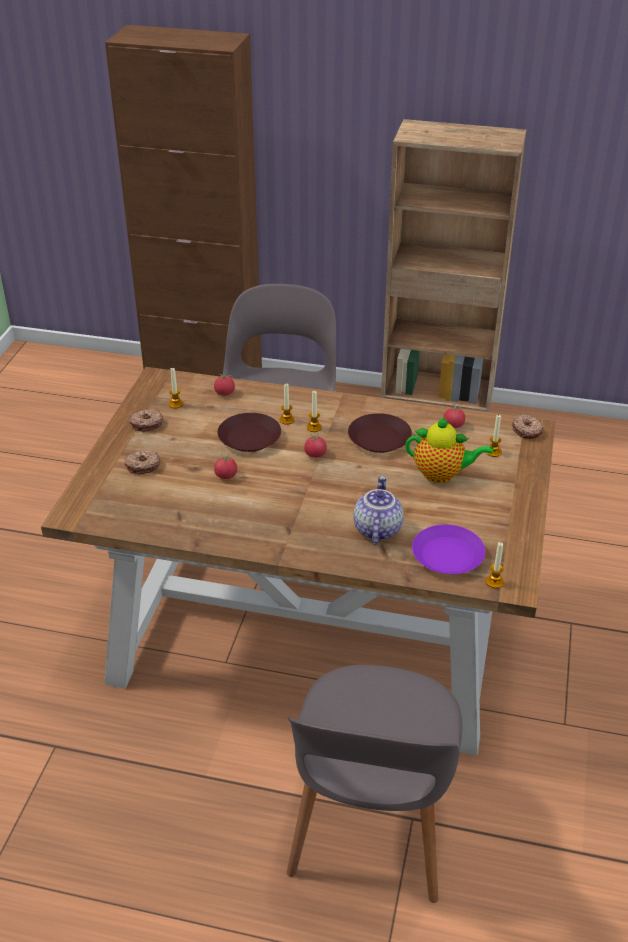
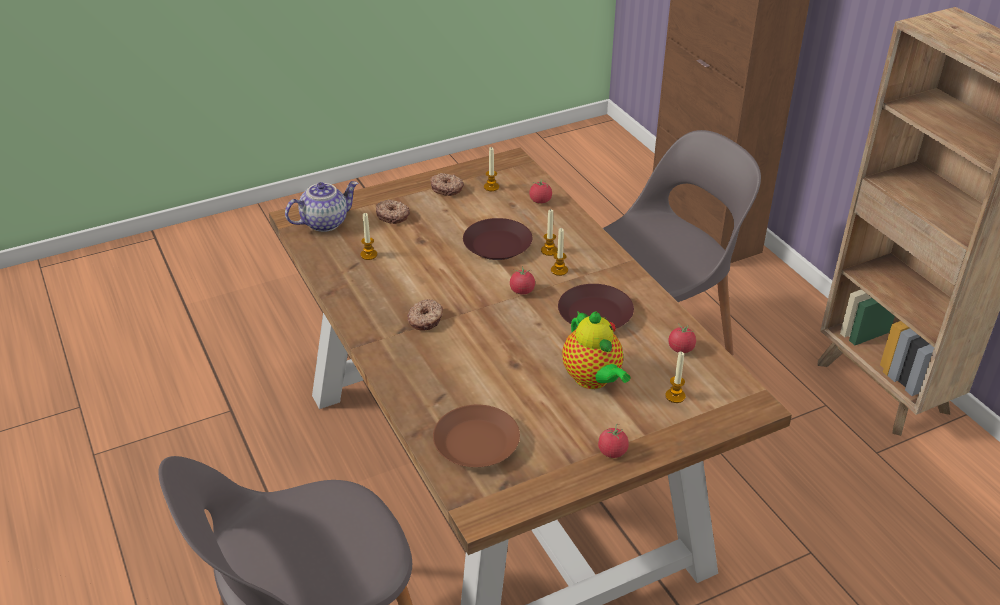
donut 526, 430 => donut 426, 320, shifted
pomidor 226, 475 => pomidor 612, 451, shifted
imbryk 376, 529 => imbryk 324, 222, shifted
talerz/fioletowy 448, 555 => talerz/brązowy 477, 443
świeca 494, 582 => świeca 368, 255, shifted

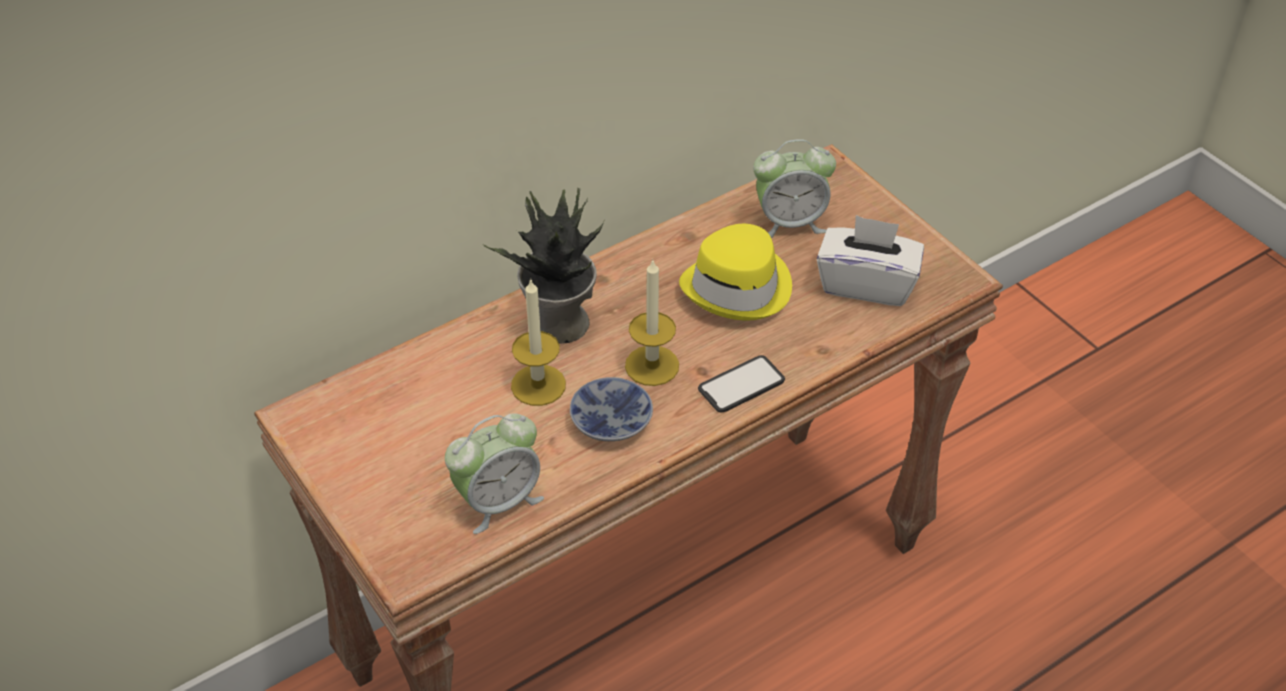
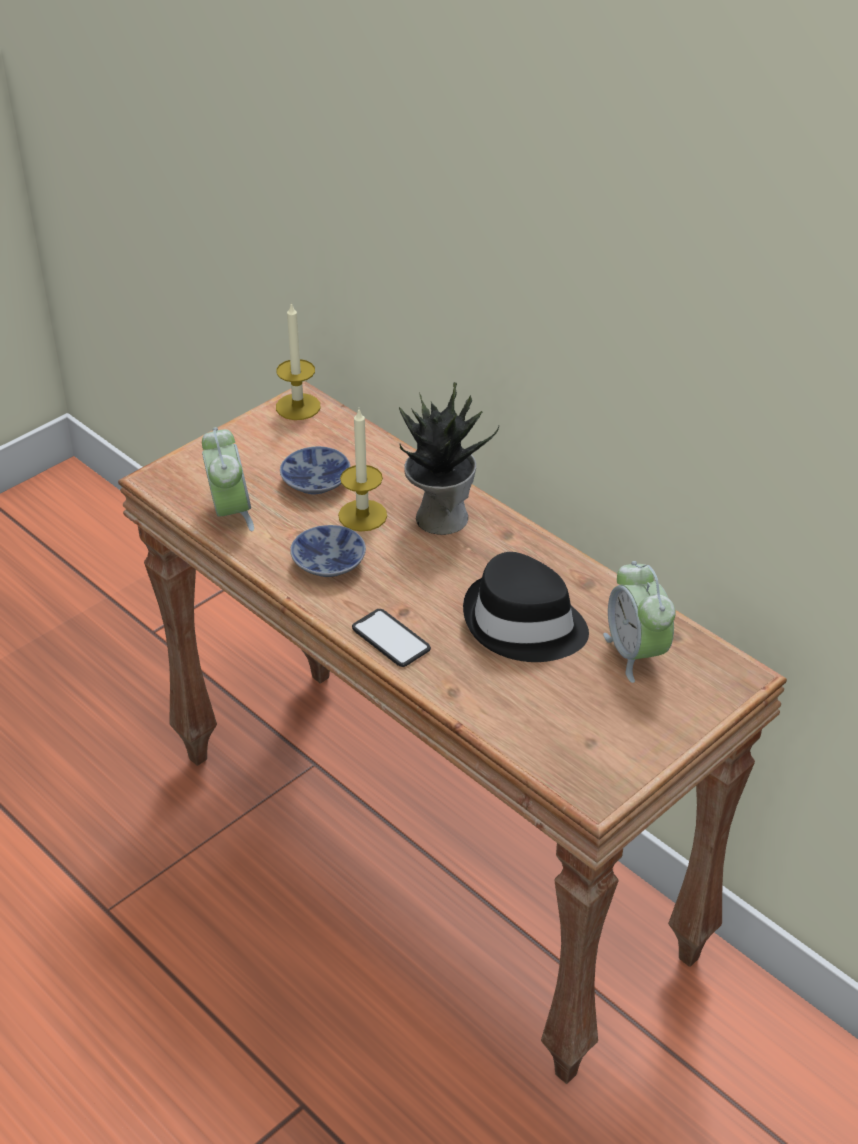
pudełko chusteczek/biały 866, 284 => nothing
kapelusz/żółty 739, 287 => kapelusz/czarny 523, 625
świeca 652, 365 => świeca 298, 407, shifted
budzik 498, 501 => budzik 230, 513, 150 degrees counterclockwise
nothing => miska 316, 480

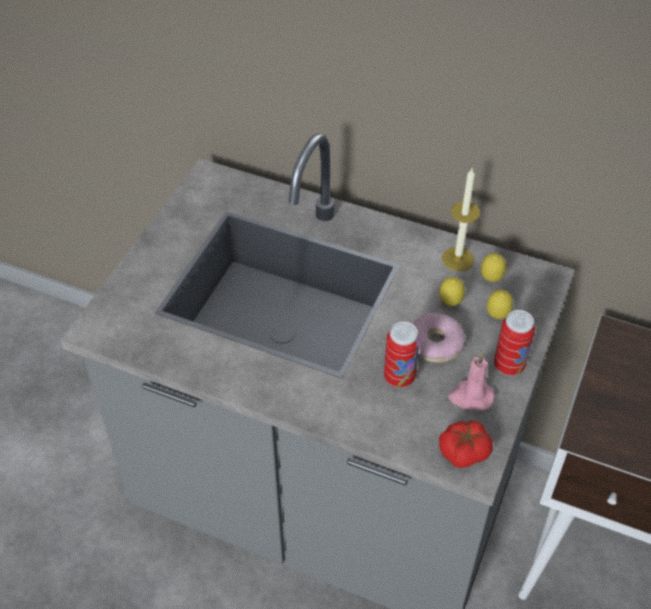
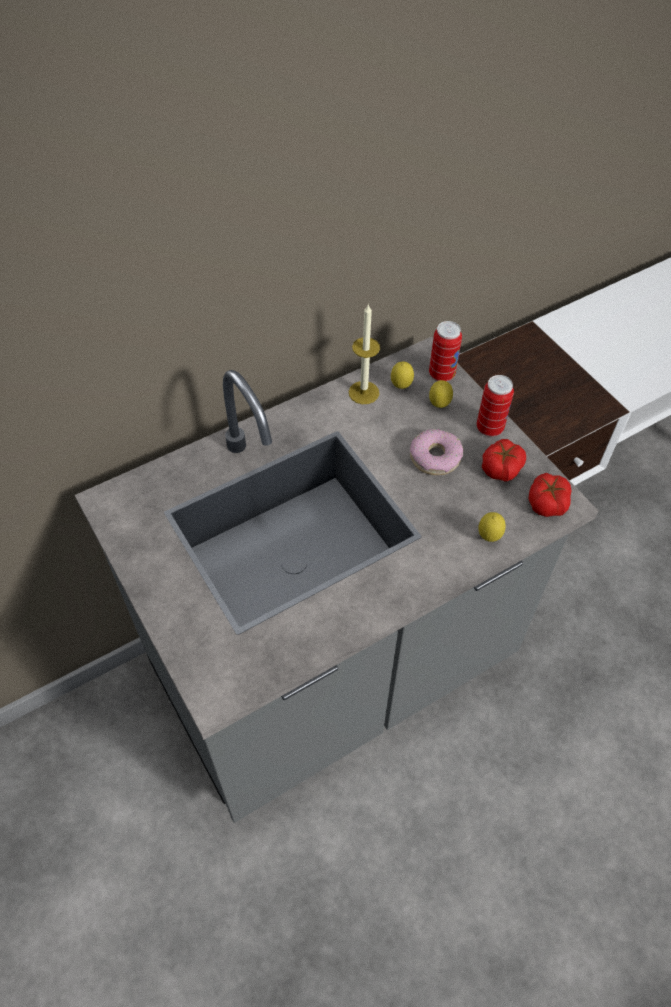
cytryna 450, 303 => cytryna 489, 537, shifted
puszka 399, 377 => puszka 441, 374, shifted
świeca/różowy 470, 397 => pomidor 501, 468

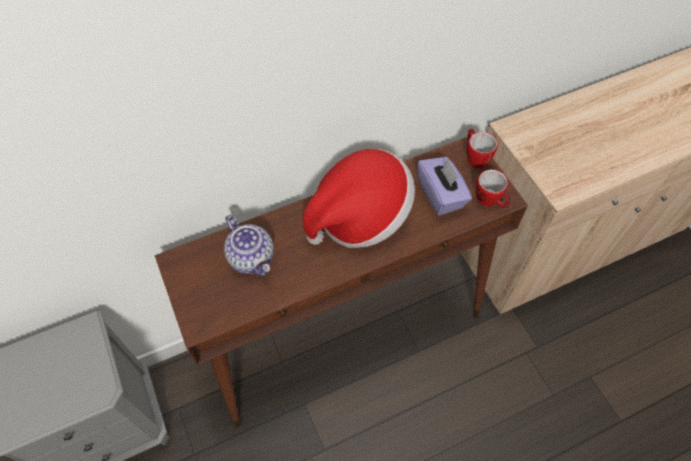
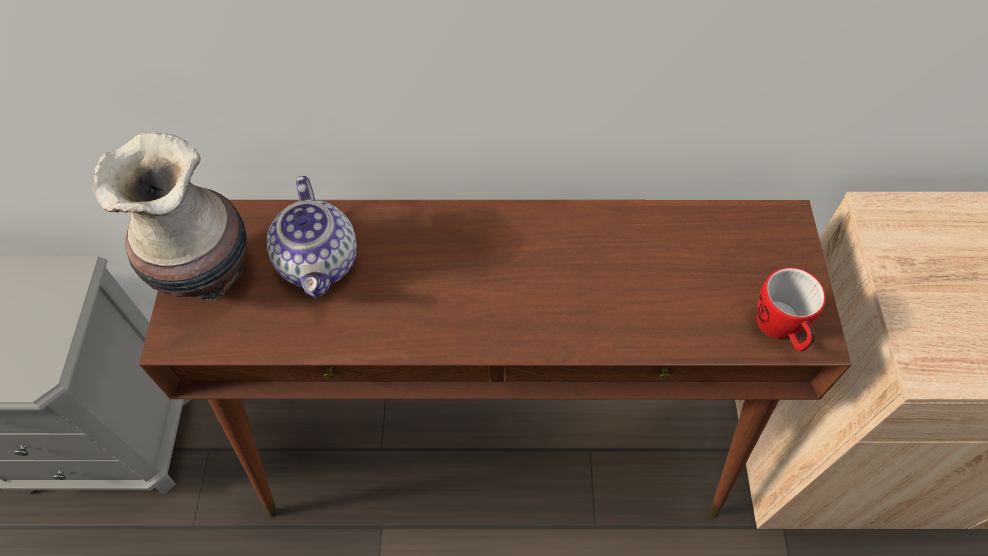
kubek 475, 157 => nothing
kapelusz 359, 216 => nothing
pudełko chusteczek/fioletowy 441, 195 => nothing
nothing => wazon 208, 273

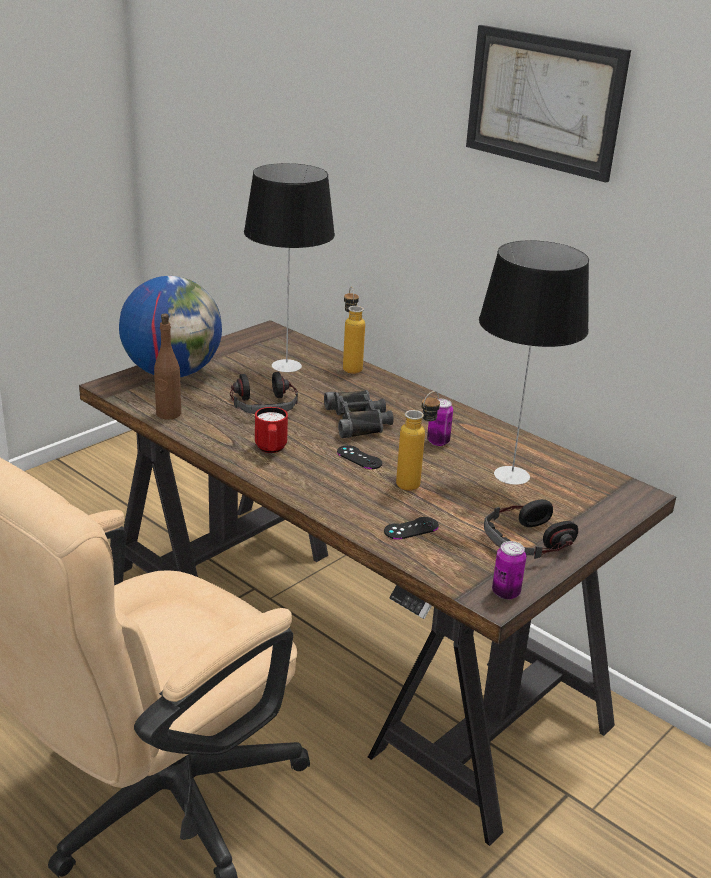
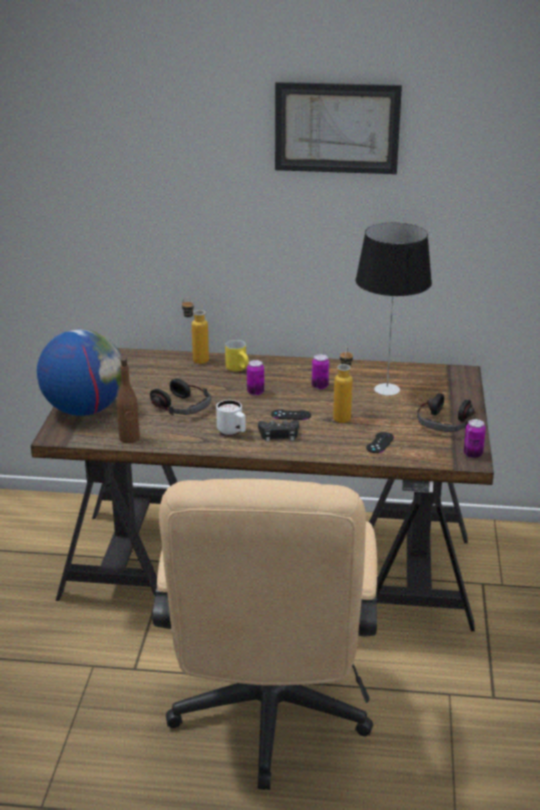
lampa stołowa 285, 366 => nothing
lornetka/czarny 358, 420 => puszka 255, 392
kubek/czerwony 271, 450 => kubek/biały 232, 433
nothing => kubek/żółty 240, 369
nothing => pad do gier/czarny 279, 434

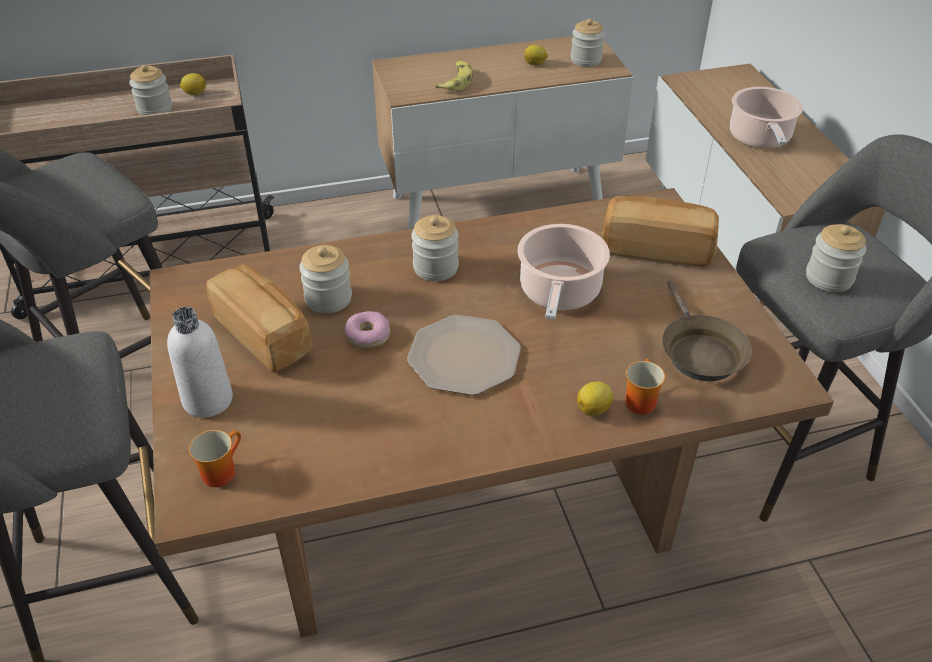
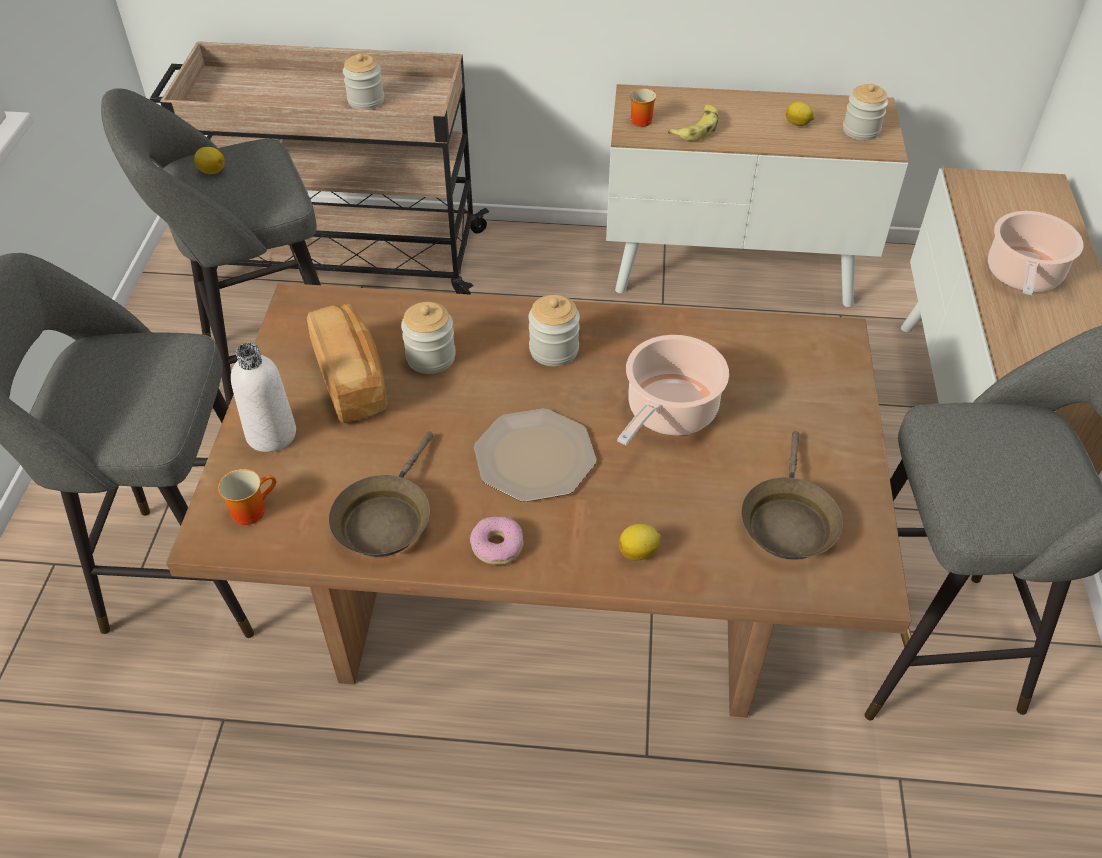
cytryna 194, 93 => cytryna 211, 171, shifted
chleb 656, 248 => nothing
słoik 829, 278 => nothing
donut 368, 335 => donut 497, 545, shifted
kubek 638, 399 => kubek 641, 119, shifted
nothing => patelnia/brązowy 385, 518

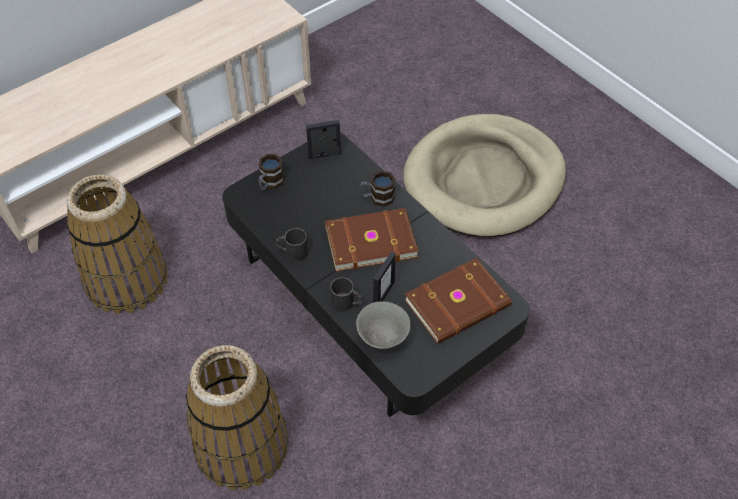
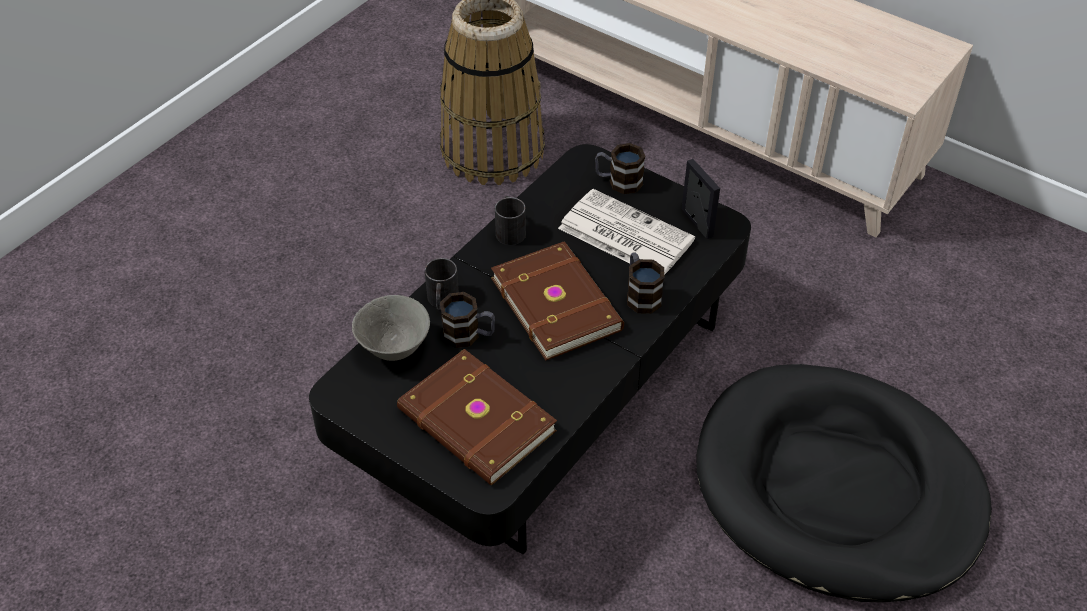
legowisko/beżowy 484, 180 => legowisko/czarny 836, 488
ramka na zdjęcie 383, 294 => kubek 469, 335
koszyk 242, 445 => nothing
nothing => gazeta 623, 234

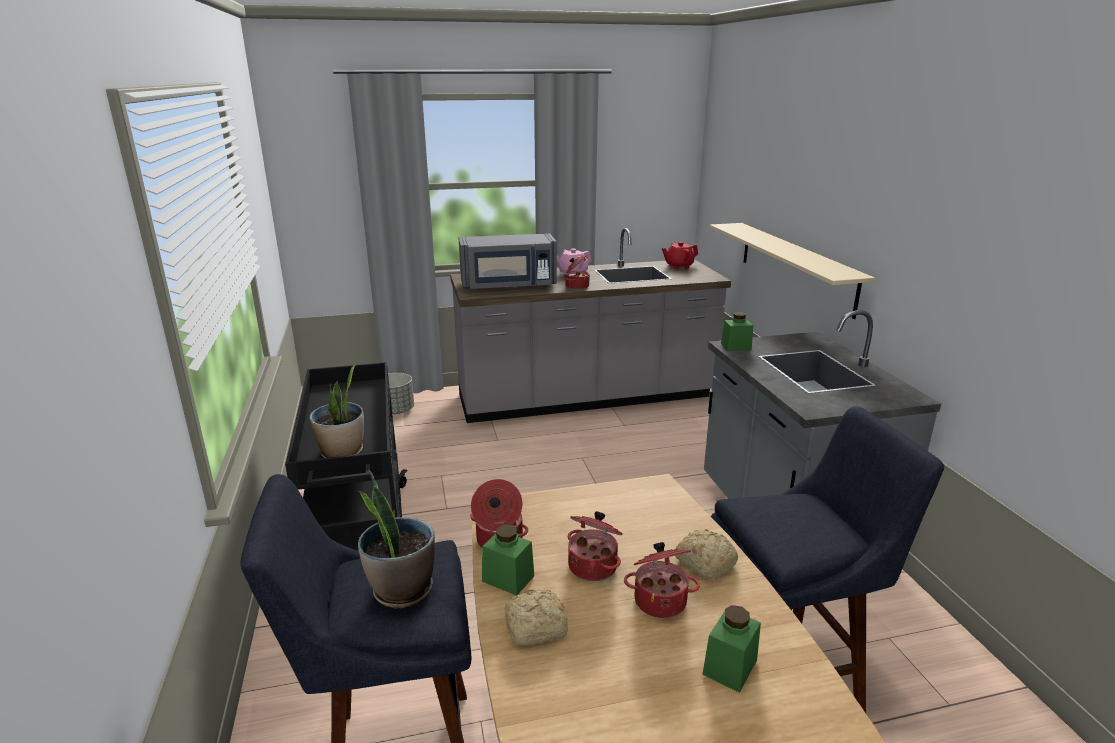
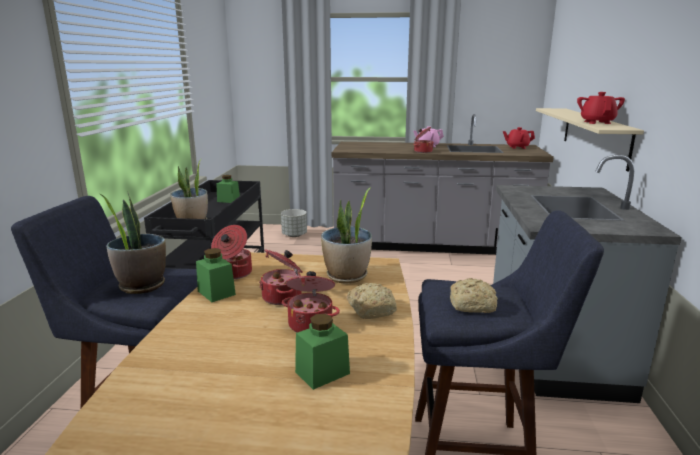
mikrofalówka/szary 509, 285 => nothing
słoik/zielony 736, 347 => słoik/zielony 228, 200, shifted
chleb 537, 627 => chleb 473, 305, shifted
nothing => imbryk/czerwony 597, 122
nothing => roślina doniczkowa 347, 276

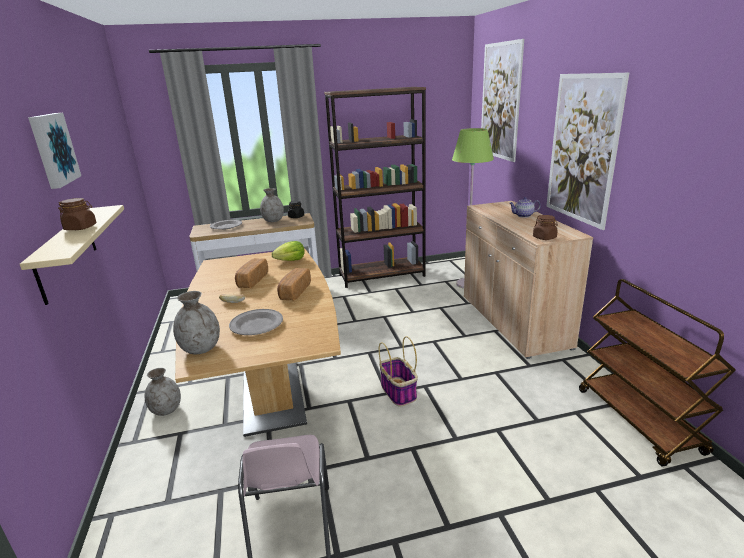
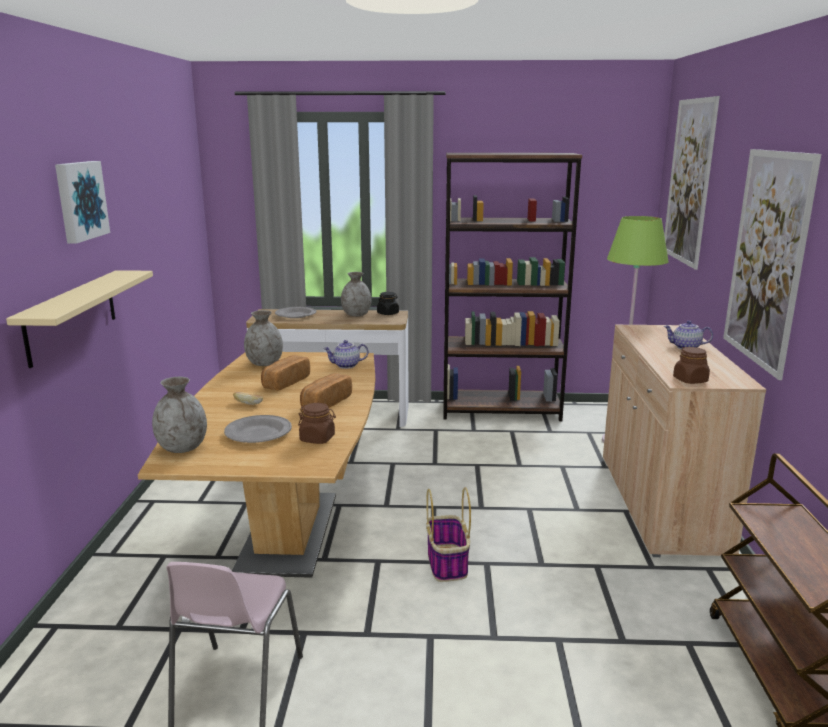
słoik/brązowy 81, 228 => słoik/brązowy 317, 439, shifted
sałata 290, 260 => imbryk 346, 366
wazon/szary 166, 410 => wazon/szary 264, 363, shifted

